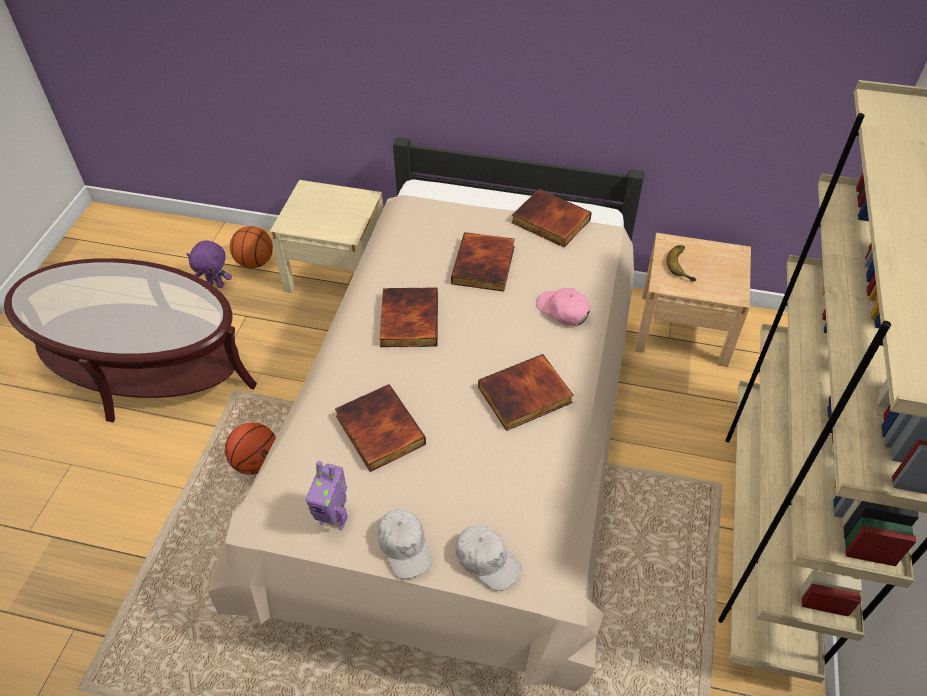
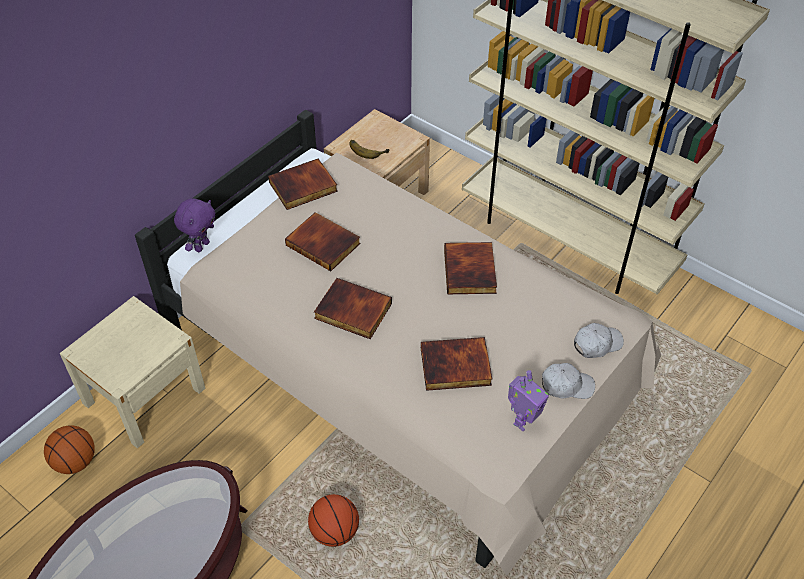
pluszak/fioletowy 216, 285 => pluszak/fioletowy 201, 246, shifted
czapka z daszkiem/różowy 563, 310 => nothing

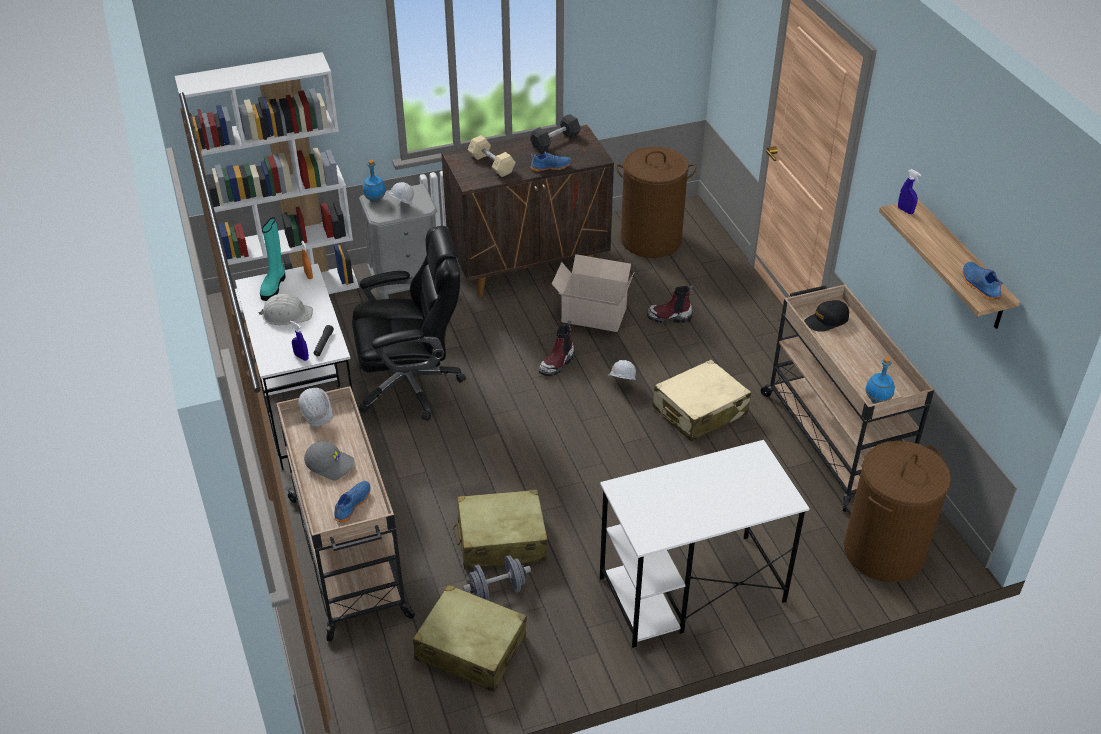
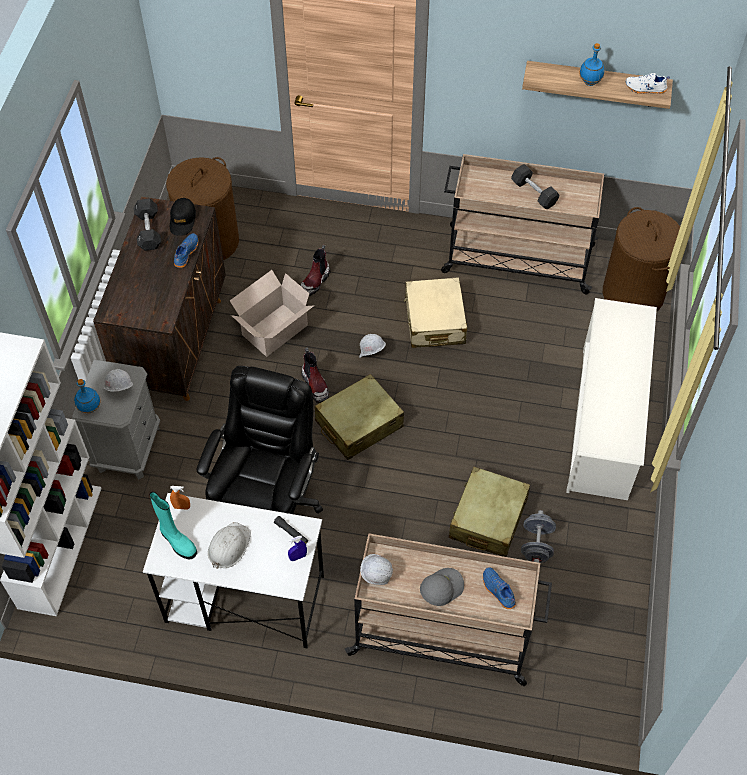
hantel/beżowy 491, 164 => nothing
spryskiwacz/niebieski 905, 210 => nothing
but/niebieski 979, 286 => but/biały 645, 89
czapka z daszkiem/czarny 826, 321 => czapka z daszkiem/czarny 182, 220, shifted
butelka/niebieski 877, 401 => butelka/niebieski 590, 82, shifted
biurko/biały 690, 590 => regał na buty/biały 604, 422
walizka/beżowy 470, 648 => walizka/beżowy 358, 424, shifted
nothing => hantel/czarny 534, 193

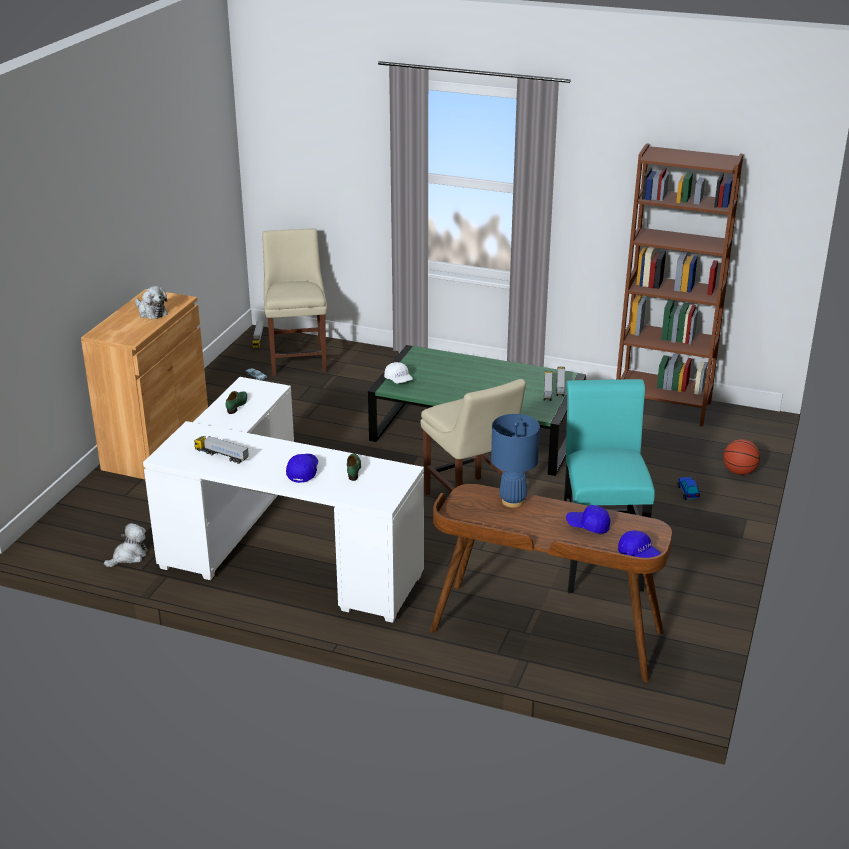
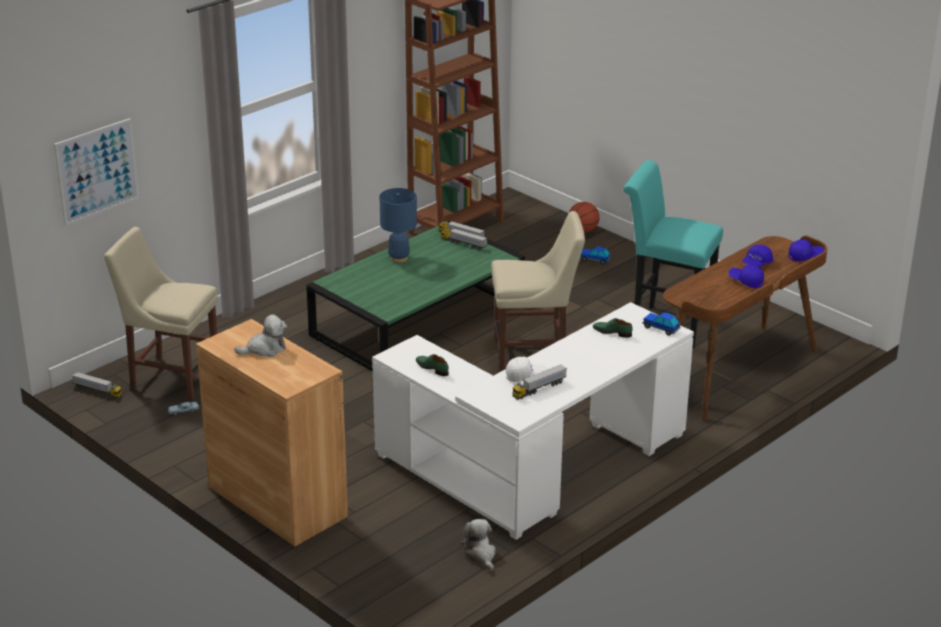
czapka z daszkiem/biały 398, 380 => czapka z daszkiem/biały 525, 376, shifted
lampa stołowa/niebieski 513, 501 => lampa stołowa/niebieski 399, 258, shifted
czapka z daszkiem/niebieski 303, 472 => czapka z daszkiem/niebieski 746, 281, shifted
nothing => obraz 97, 171
nothing => samochodzik 661, 328

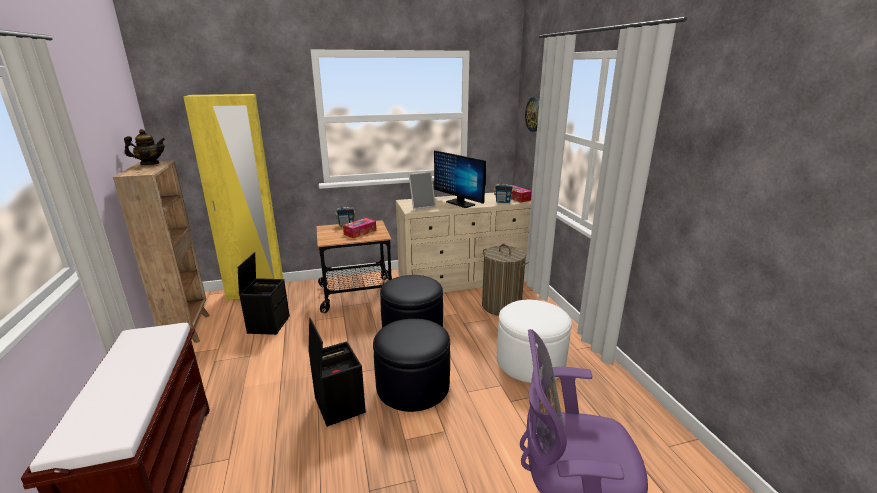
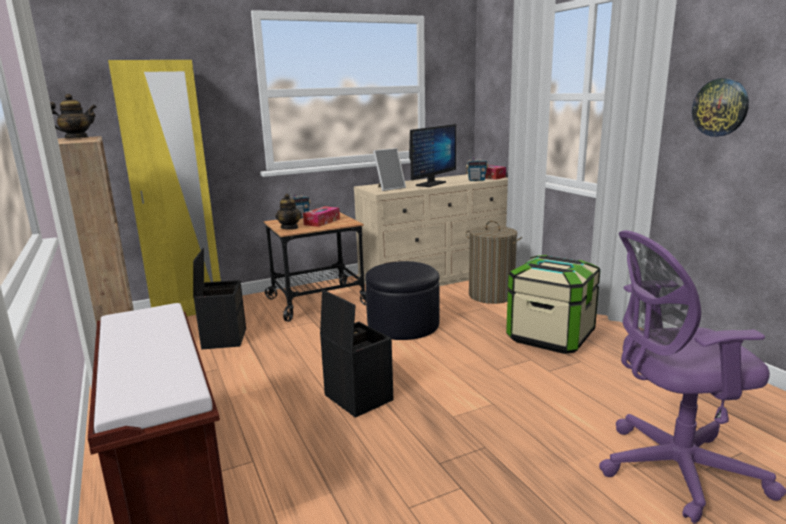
zegar ścienny 534, 114 => zegar ścienny 720, 107, shifted
monitor 460, 203 => monitor 430, 184, 90 degrees counterclockwise
pufa/biały 530, 361 => pojemnik do przechowywania 550, 336
pufa/czarny 413, 385 => nothing
nothing => imbryk 289, 228

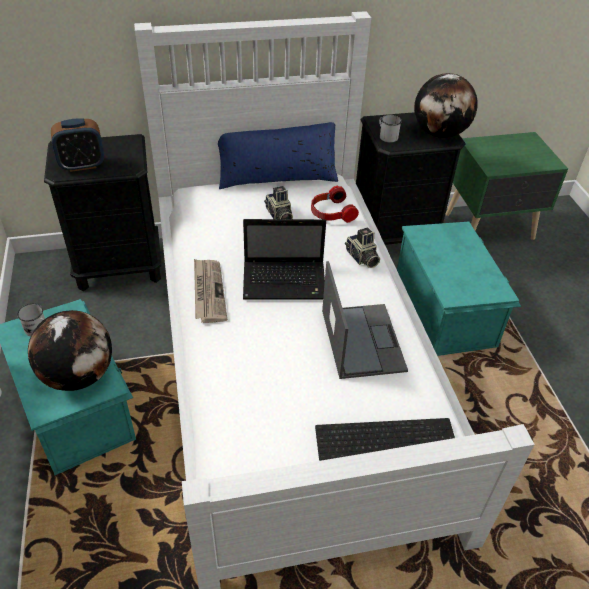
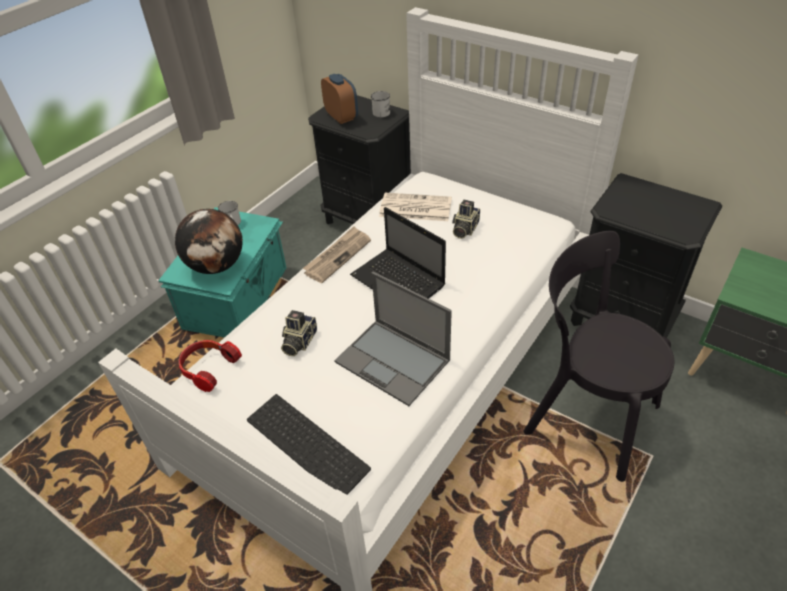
globus 440, 134 => nothing
kubek/biały 386, 136 => kubek/biały 382, 111, shifted
budzik 82, 165 => budzik 341, 117, 150 degrees counterclockwise
poduszka/niebieski 277, 177 => nothing
słuchawki 331, 213 => słuchawki 208, 368, shifted
pojemnik do przechowywania/turkusowy 445, 311 => krzesło/czarny 585, 415
aparat fotograficzny 361, 258 => aparat fotograficzny 298, 342, shifted
laptop 361, 339 => laptop 393, 361, 90 degrees clockwise
nothing => gazeta 414, 208

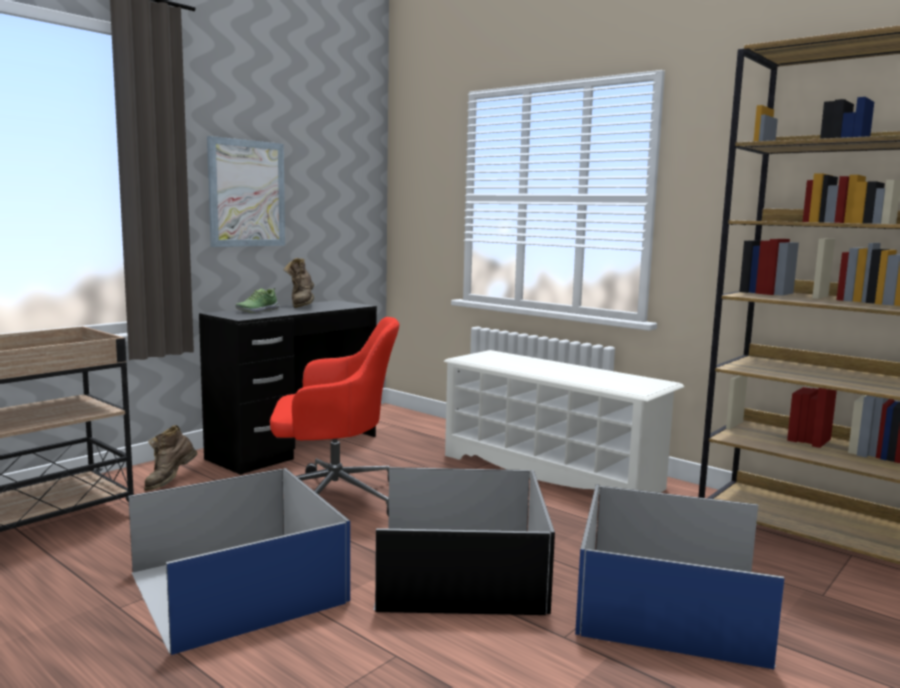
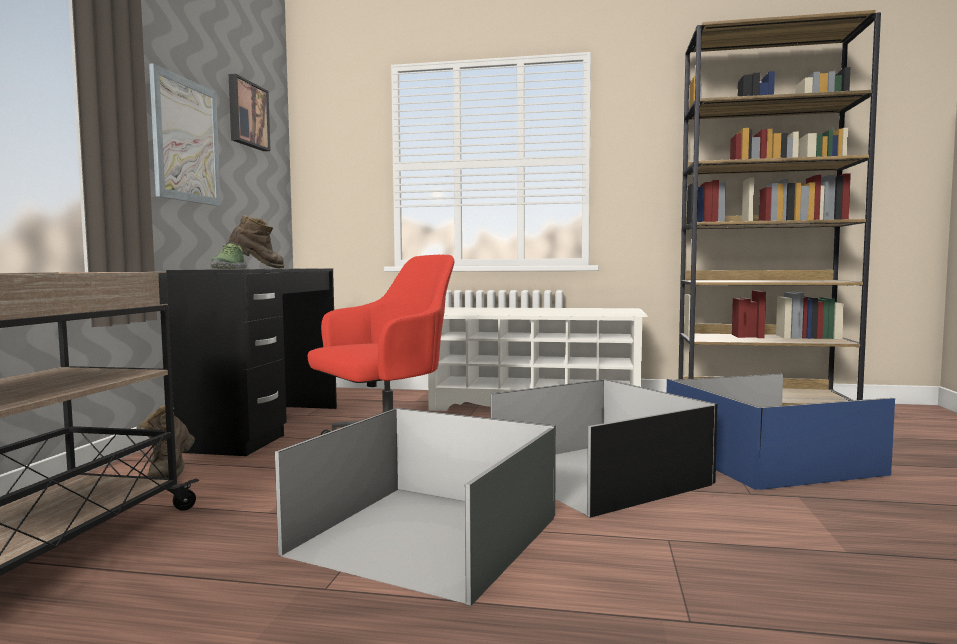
but z cholewką/brązowy 302, 305 => but z cholewką/brązowy 258, 268, 105 degrees counterclockwise
pojemnik do przechowywania/niebieski 236, 585 => pojemnik do przechowywania/szary 423, 535
nothing => obraz 247, 114

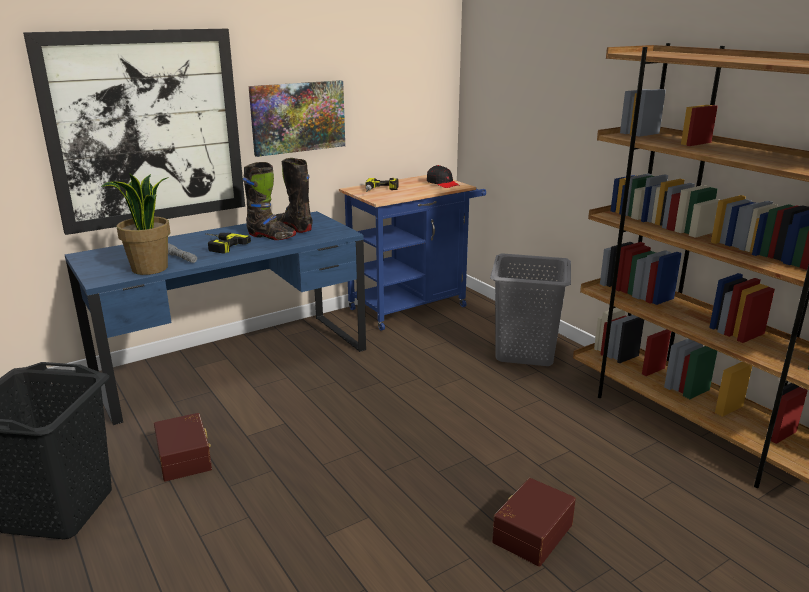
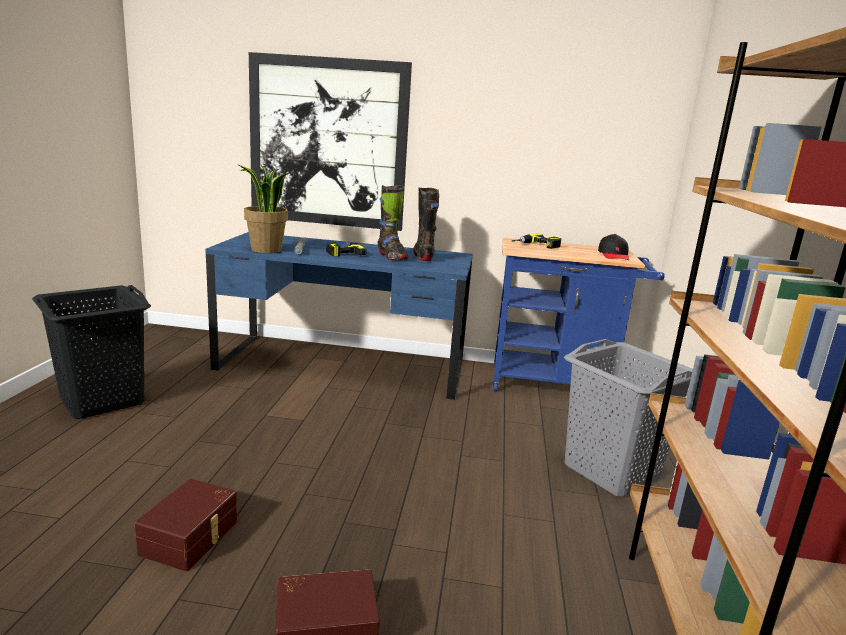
obraz 298, 117 => nothing
pojemnik do przechowywania/brązowy 186, 457 => pojemnik do przechowywania/brązowy 191, 538, shifted

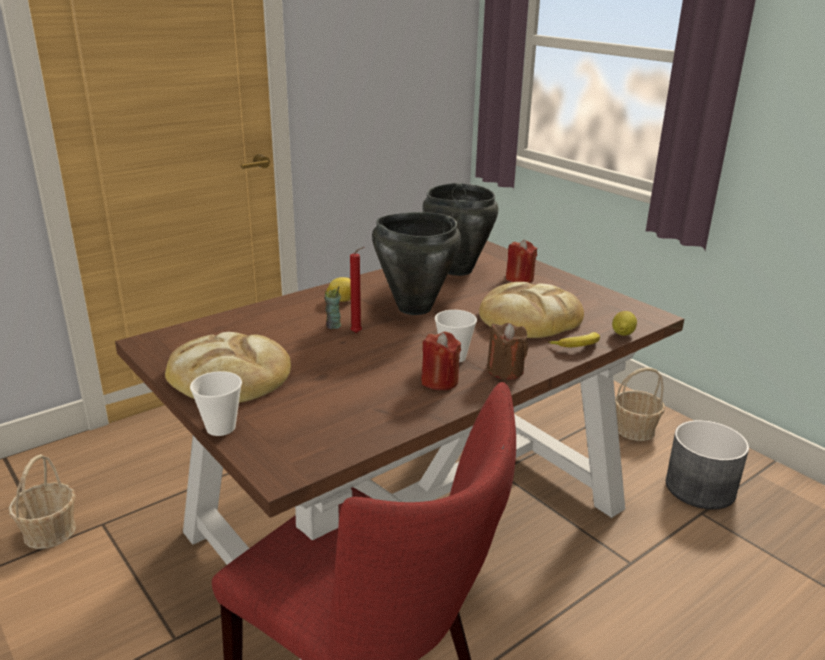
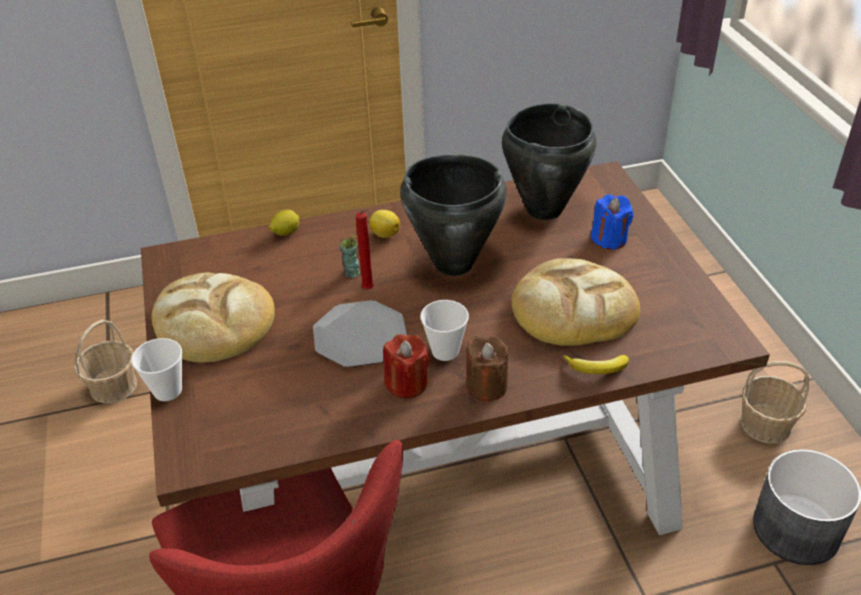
świeca/czerwony 519, 278 => świeca/niebieski 609, 239
cytryna 622, 334 => cytryna 286, 233, shifted
nothing => talerz 360, 335

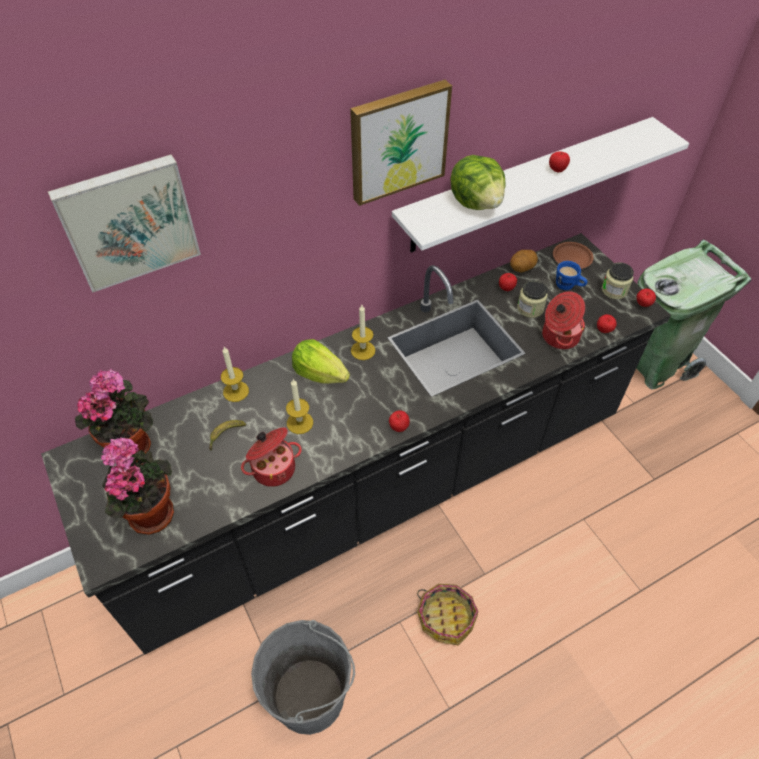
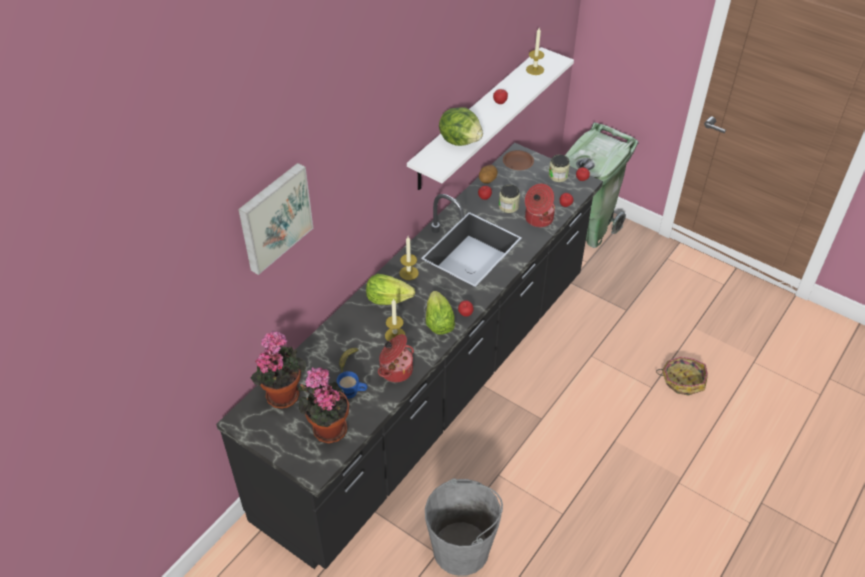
obraz 397, 141 => nothing
kubek/niebieski 568, 286 => kubek/niebieski 353, 393, shifted
świeca 236, 391 => świeca 535, 69, shifted
koszyk 446, 616 => koszyk 682, 380, shifted
nothing => sałata 438, 323

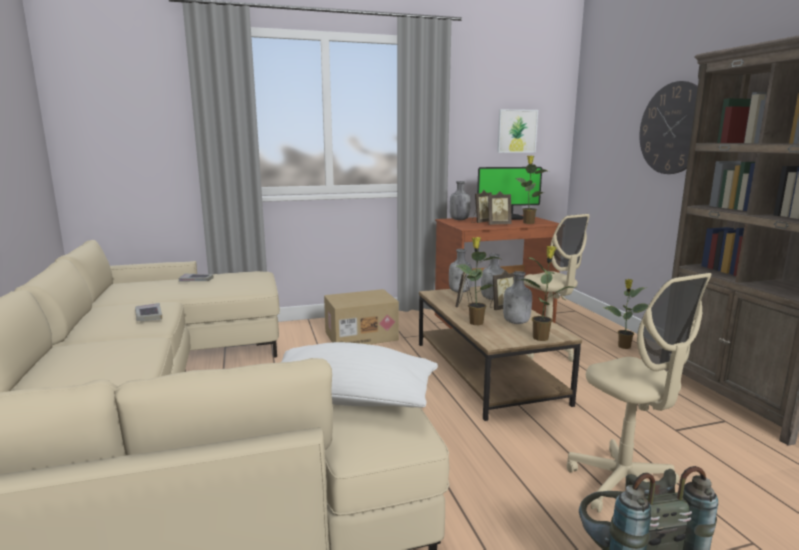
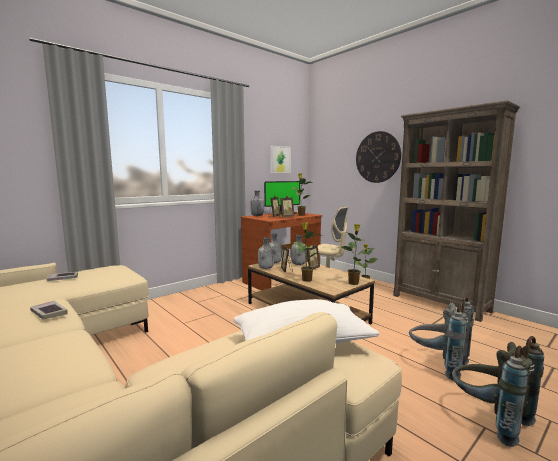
butelka/szary 516, 322 => butelka/szary 266, 268, shifted
krzesło biurowe/beżowy 624, 487 => plecak/szary 437, 364
karton 361, 336 => nothing

